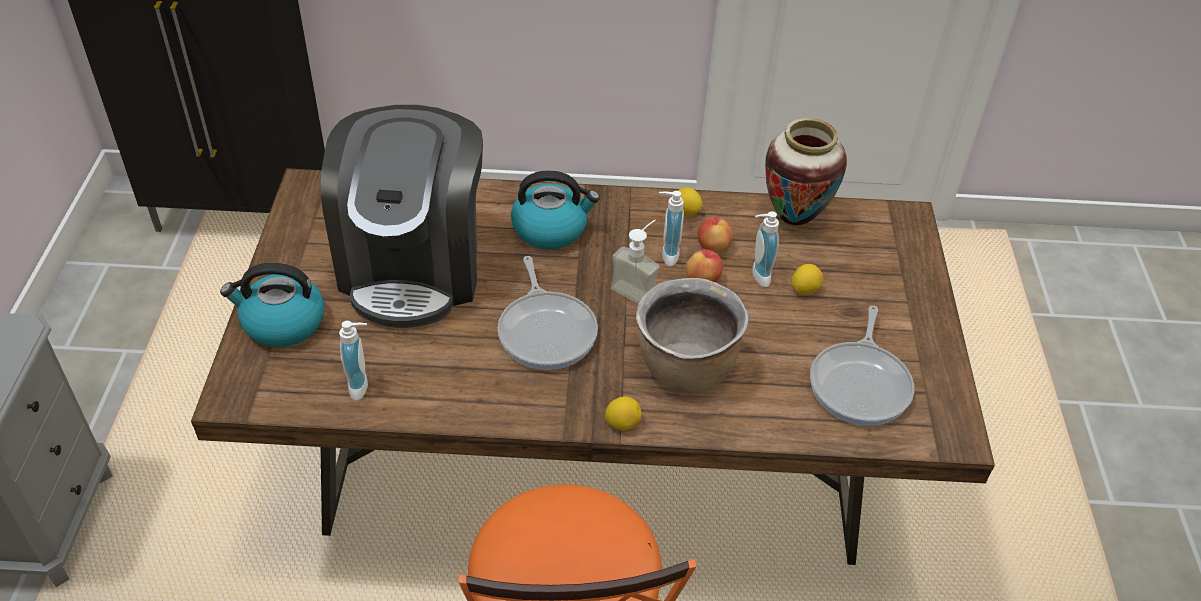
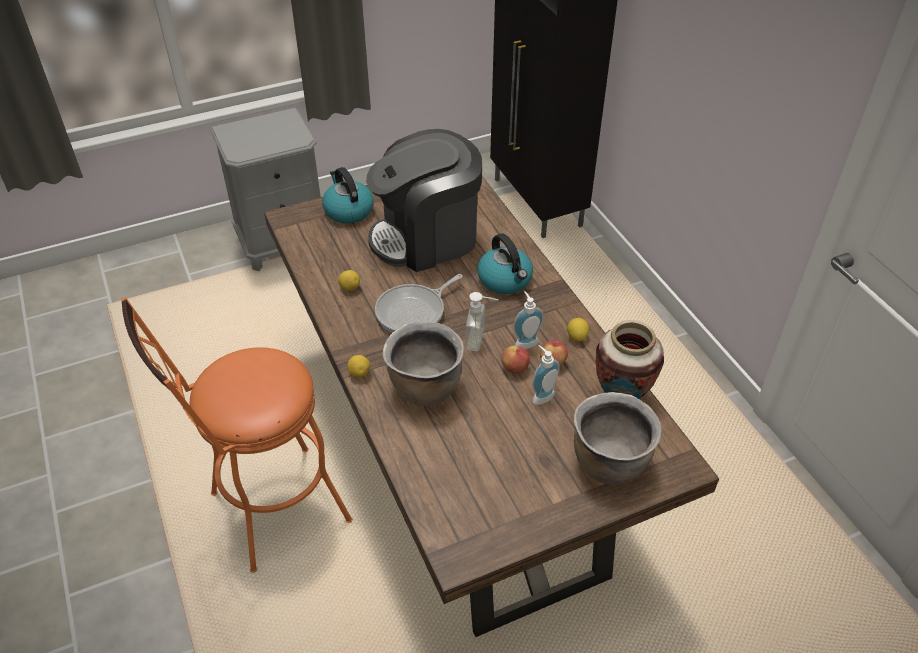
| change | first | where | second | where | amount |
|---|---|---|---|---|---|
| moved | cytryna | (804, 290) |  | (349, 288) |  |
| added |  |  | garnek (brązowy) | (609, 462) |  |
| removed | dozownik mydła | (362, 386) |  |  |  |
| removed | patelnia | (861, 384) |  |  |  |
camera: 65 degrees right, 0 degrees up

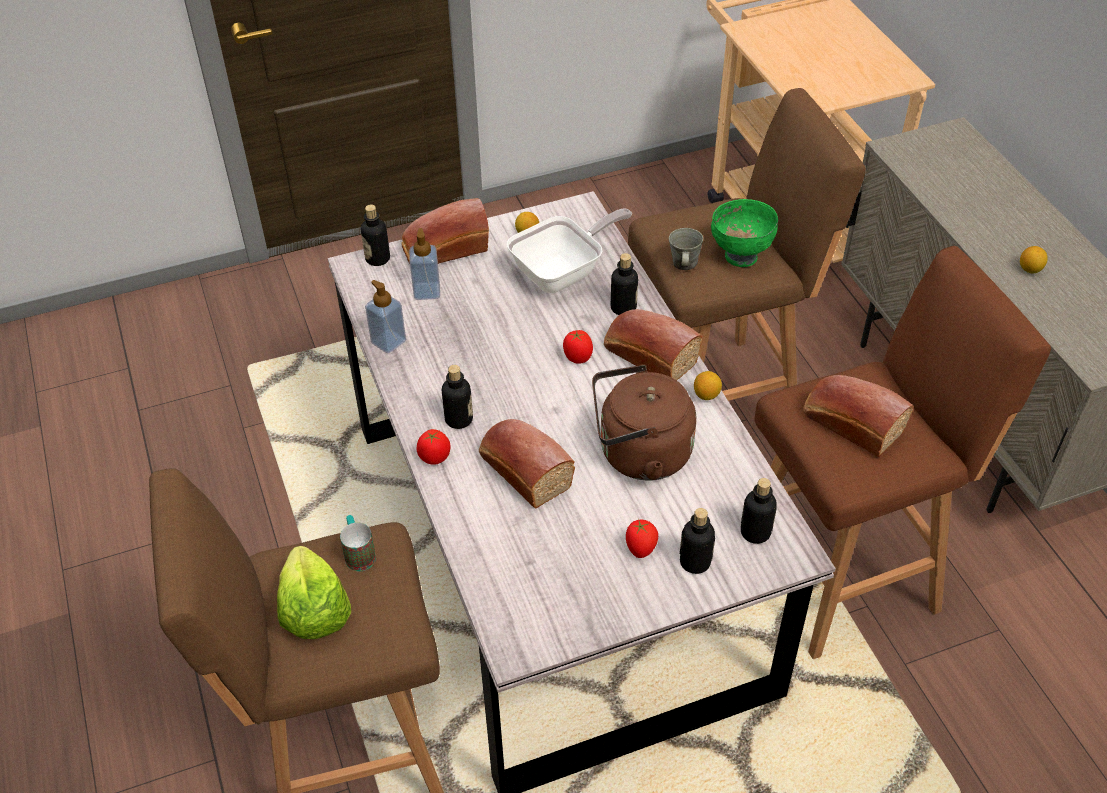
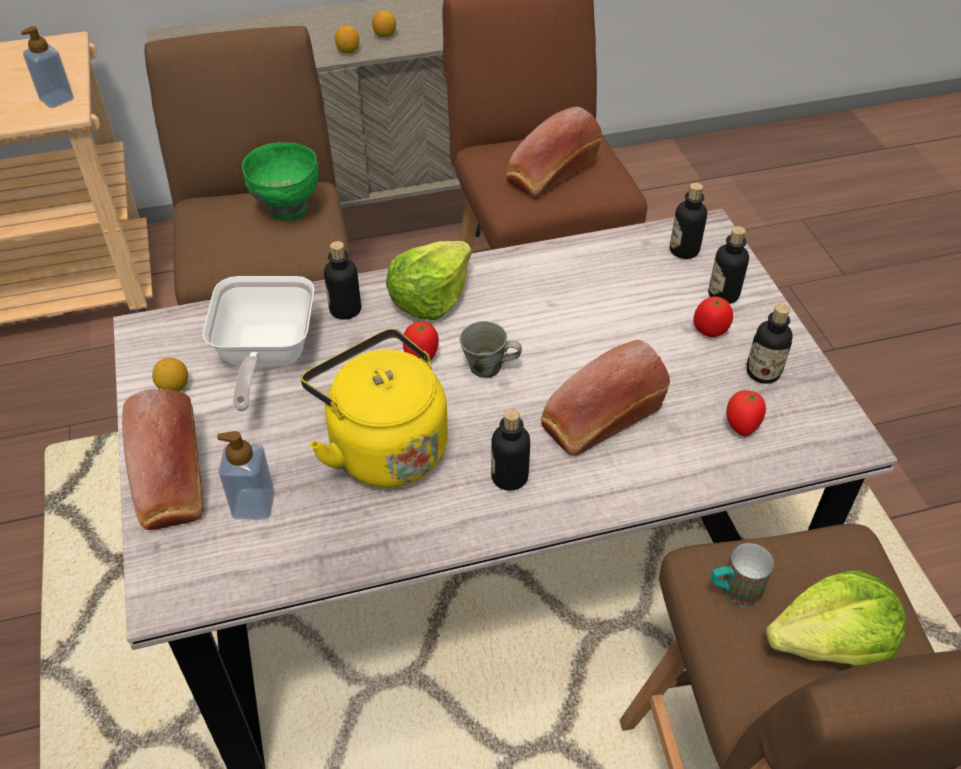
| change | first | where | second | where | amount |
|---|---|---|---|---|---|
| moved | dozownik mydła | (388, 342) |  | (57, 99) |  |
| turned | patelnia | (563, 272) |  | (264, 357) | 150 degrees counterclockwise |
| added |  |  | czajnik (żółty) | (383, 446) |  |
| moved | cytryna | (706, 395) |  | (348, 51) |  |
| replaced | chleb | (647, 355) | sałata | (430, 297) |  |
| moved | kubek (szary) | (684, 264) |  | (487, 367) |  |
| moved | pomidor | (434, 458) |  | (741, 426) |  |
| moved | butelka | (377, 258) |  | (763, 372) |  |
| removed | czajnik (brązowy) | (639, 454) |  |  |  |
camera: 85 degrees left, 0 degrees up

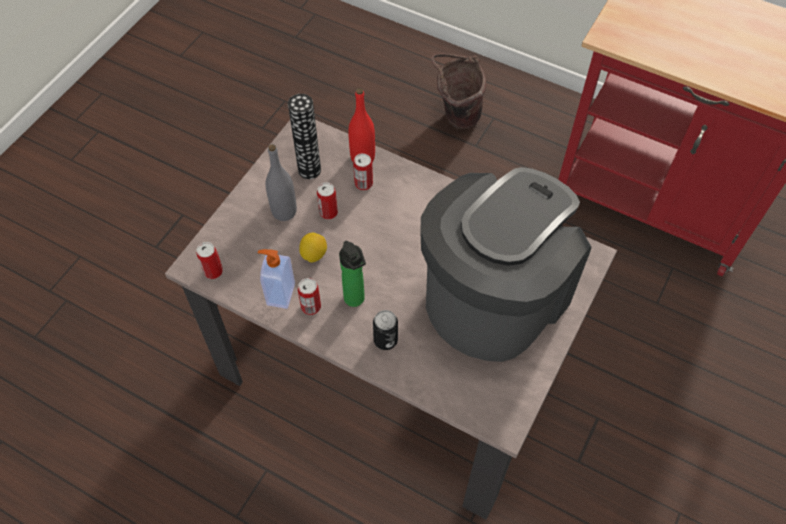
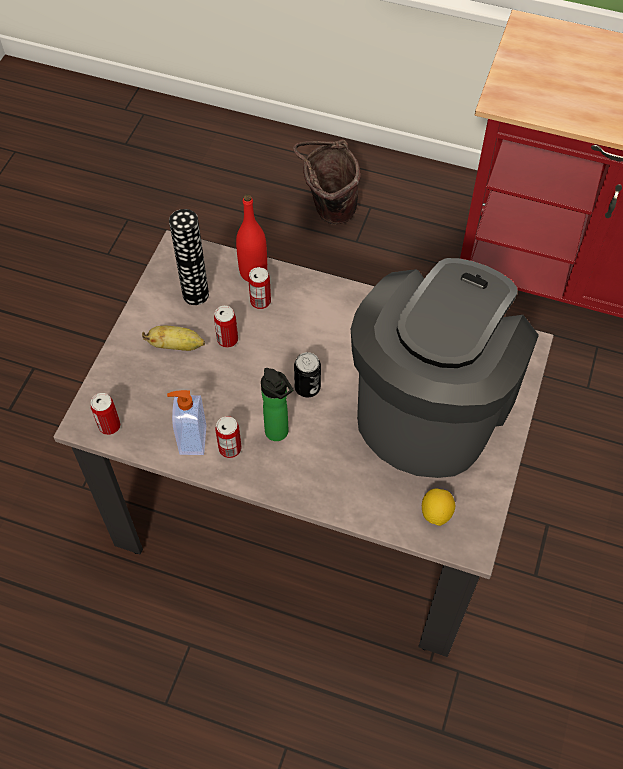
| change | first | where | second | where | amount |
|---|---|---|---|---|---|
| replaced | butelka (szary) | (284, 212) | banan | (177, 346) |  |
| moved | puszka | (385, 340) |  | (307, 388) |  |
| moved | cytryna | (314, 254) |  | (436, 513) |  |
camera: 10 degrees left, 0 degrees up

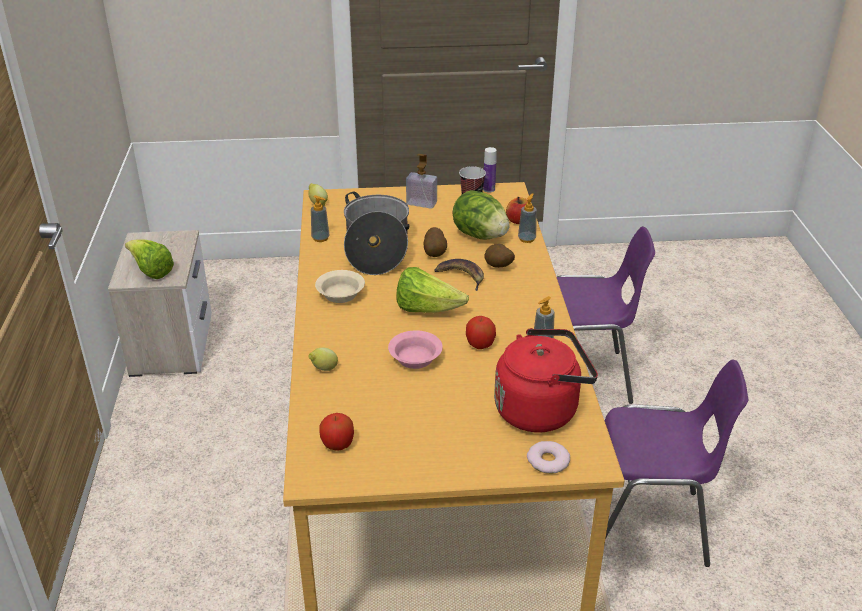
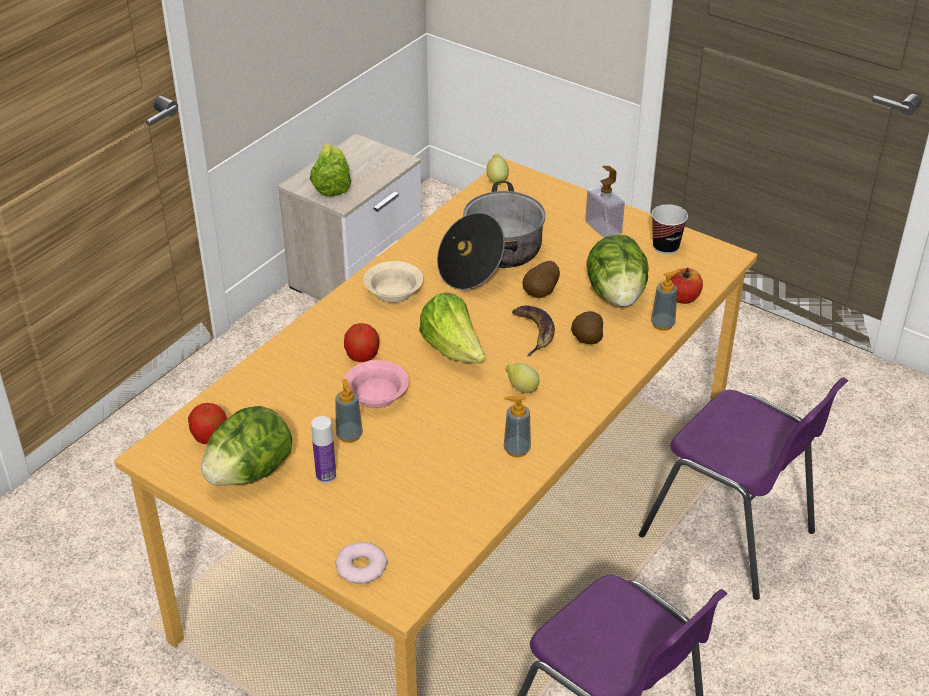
| change | first | where | second | where | amount |
|---|---|---|---|---|---|
| added |  |  | sałata | (250, 472) |  |
| moved | butelka | (489, 189) |  | (326, 475) |  |
| moved | dozownik mydła | (320, 238) |  | (349, 435) |  |
| moved | jabłko | (480, 344) |  | (362, 357) |  |
| moved | cytryna | (323, 369) |  | (521, 389) |  |
| removed | czajnik (czerwony) | (540, 409) |  |  |  |
camera: 40 degrees right, 5 degrees up

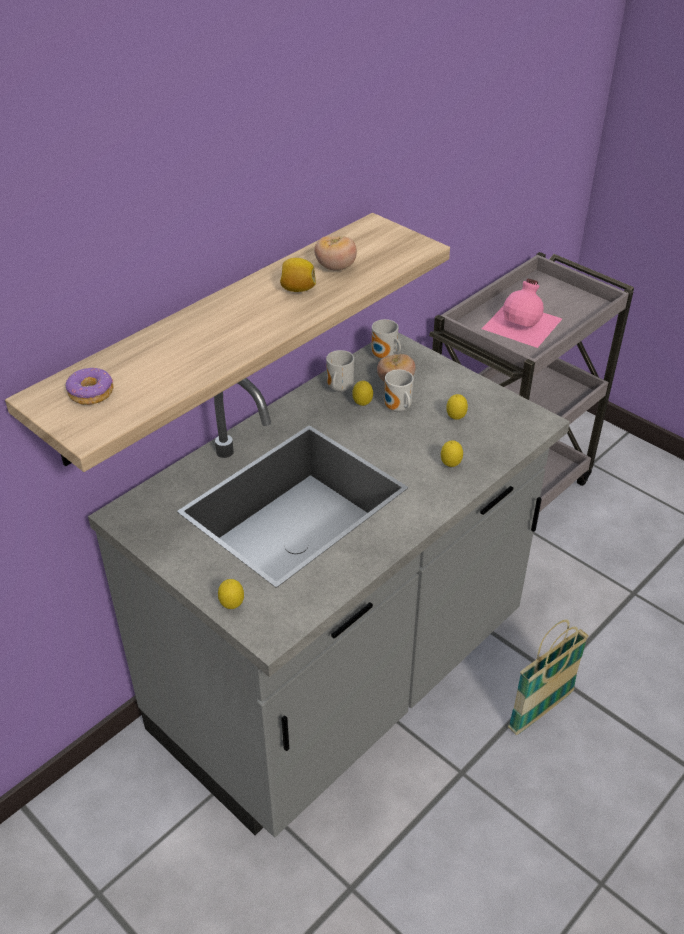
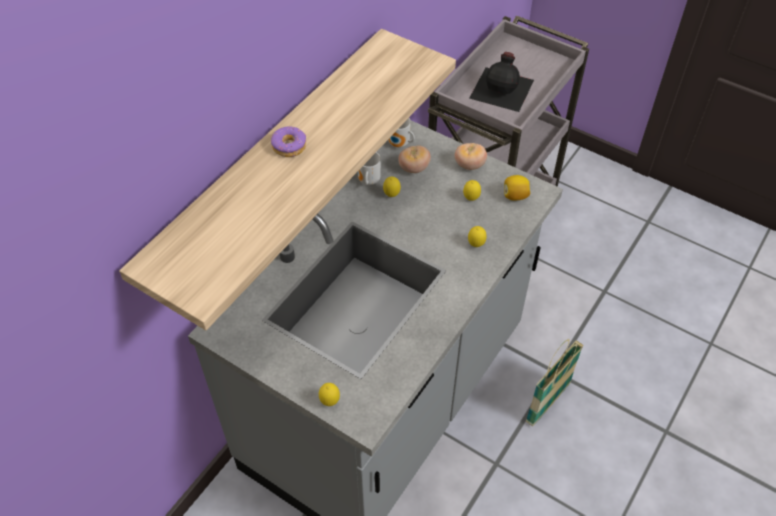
| change | first | where | second | where | amount |
|---|---|---|---|---|---|
| moved | donut | (91, 393) |  | (289, 146) |  |
| moved | pomidor | (335, 267) |  | (469, 165) |  |
| recoloured | butelka (różowy) | (523, 323) | butelka (czarny) | (503, 88) |  |
| moved | cytryna | (297, 289) |  | (515, 196) |  |
| removed | kubek | (397, 409) |  |  |  |
camera: 10 degrees left, 10 degrees up

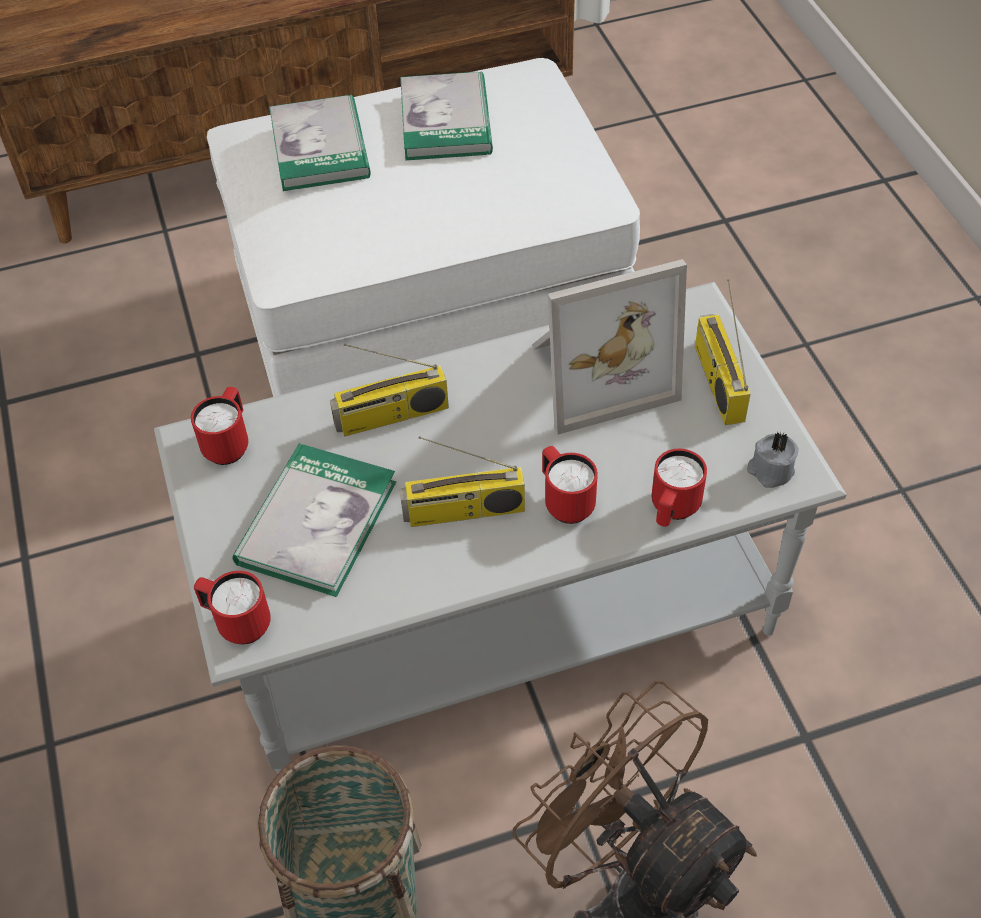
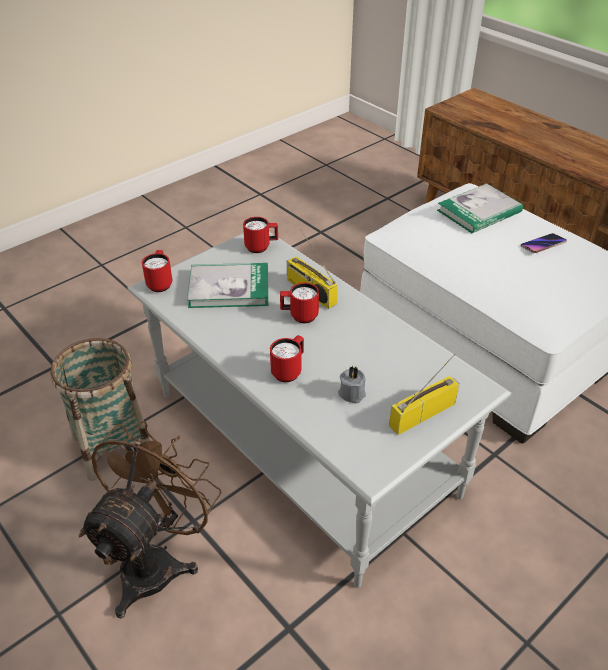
| change | first | where | second | where | amount |
|---|---|---|---|---|---|
| moved | kubek (czerwony) | (672, 510) |  | (299, 316) |  |
| moved | świeca (szary) | (770, 471) |  | (352, 392) |  |
| replaced | książka | (446, 121) | telefon | (543, 245) |  |
| removed | radio | (463, 512) |  |  |  |
| removed | ramka na zdjęcie | (597, 372) |  |  |  |
camera: 65 degrees right, 10 degrees down

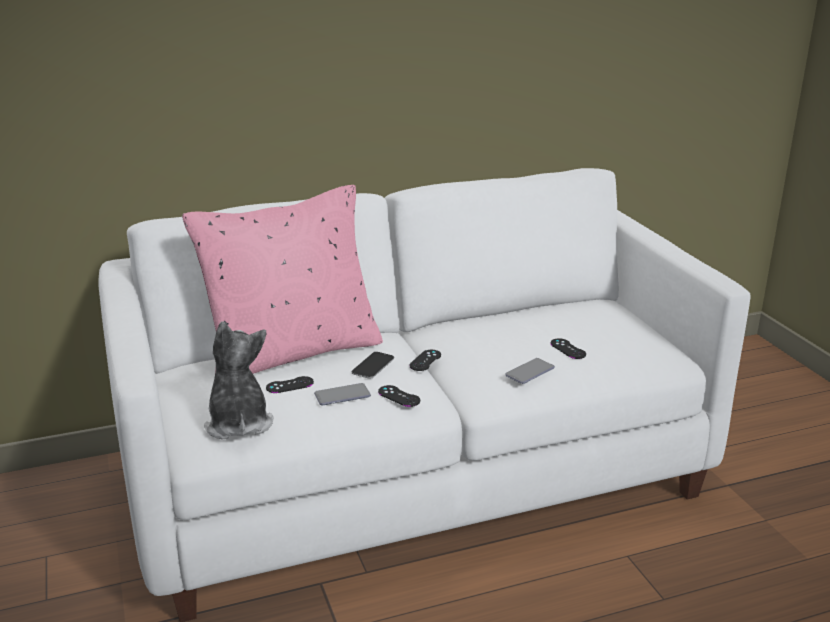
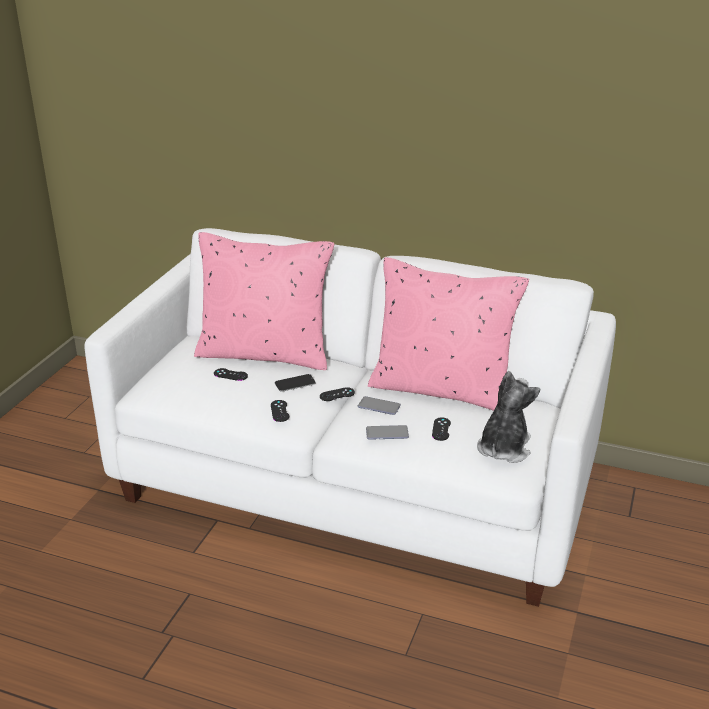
| change | first | where | second | where | amount |
|---|---|---|---|---|---|
| moved | telefon | (342, 395) |  | (379, 406) |  |
| added |  |  | poduszka (różowy) | (442, 389) |  |
| moved | pluszak | (238, 423) |  | (503, 448) |  |
camera: 40 degrees right, 5 degrees up

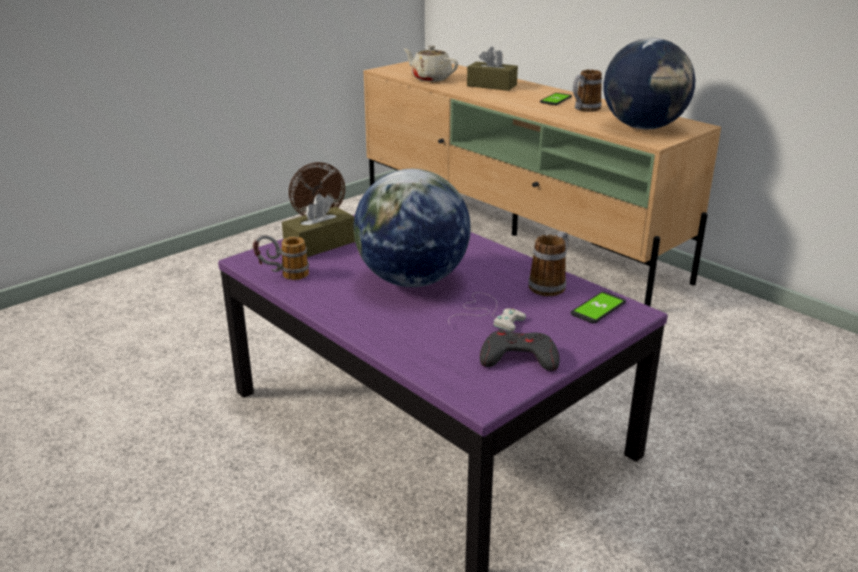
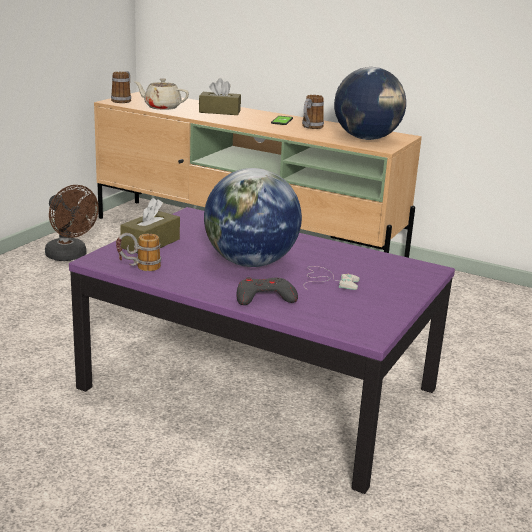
| change | first | where | second | where | amount |
|---|---|---|---|---|---|
| moved | kubek | (550, 285) |  | (123, 100) |  |
| moved | pad do gier (szary) | (518, 358) |  | (264, 297) |  |
| removed | telefon | (598, 308) |  |  |  |
camera: 20 degrees left, 5 degrees down

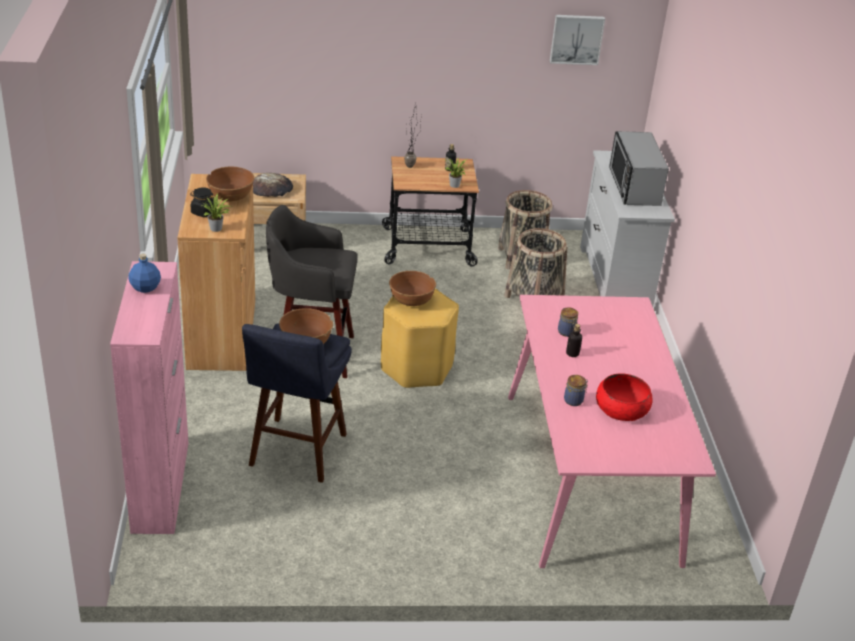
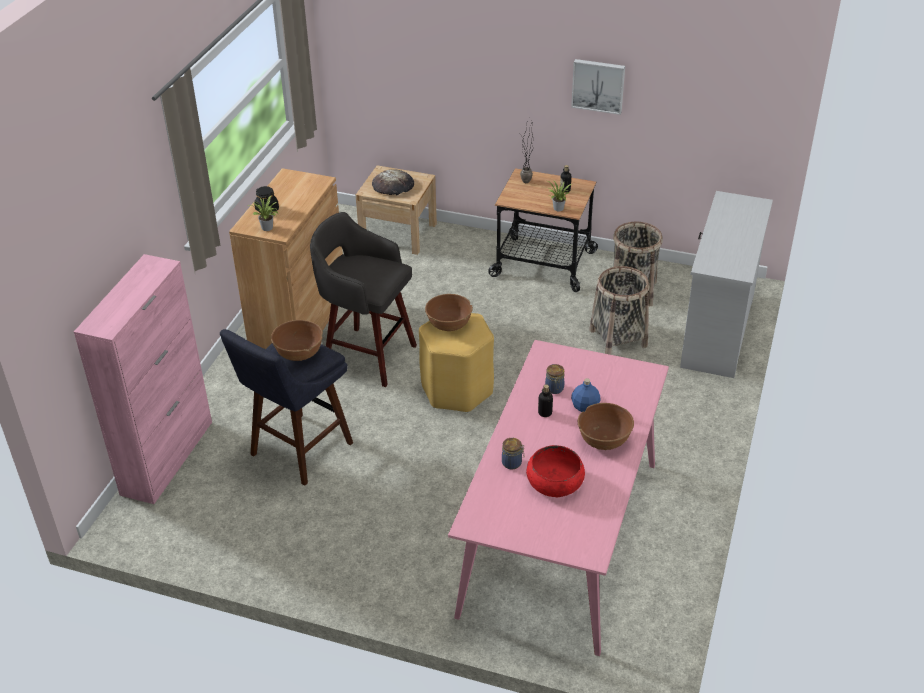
| change | first | where | second | where | amount |
|---|---|---|---|---|---|
| moved | obraz | (576, 39) |  | (598, 85) |  |
| moved | butelka (niebieski) | (146, 287) |  | (585, 406) |  |
| moved | miska (brązowy) | (230, 197) |  | (604, 440) |  |
| removed | mikrofalówka | (634, 187) |  |  |  |
camera: 25 degrees right, 5 degrees up

